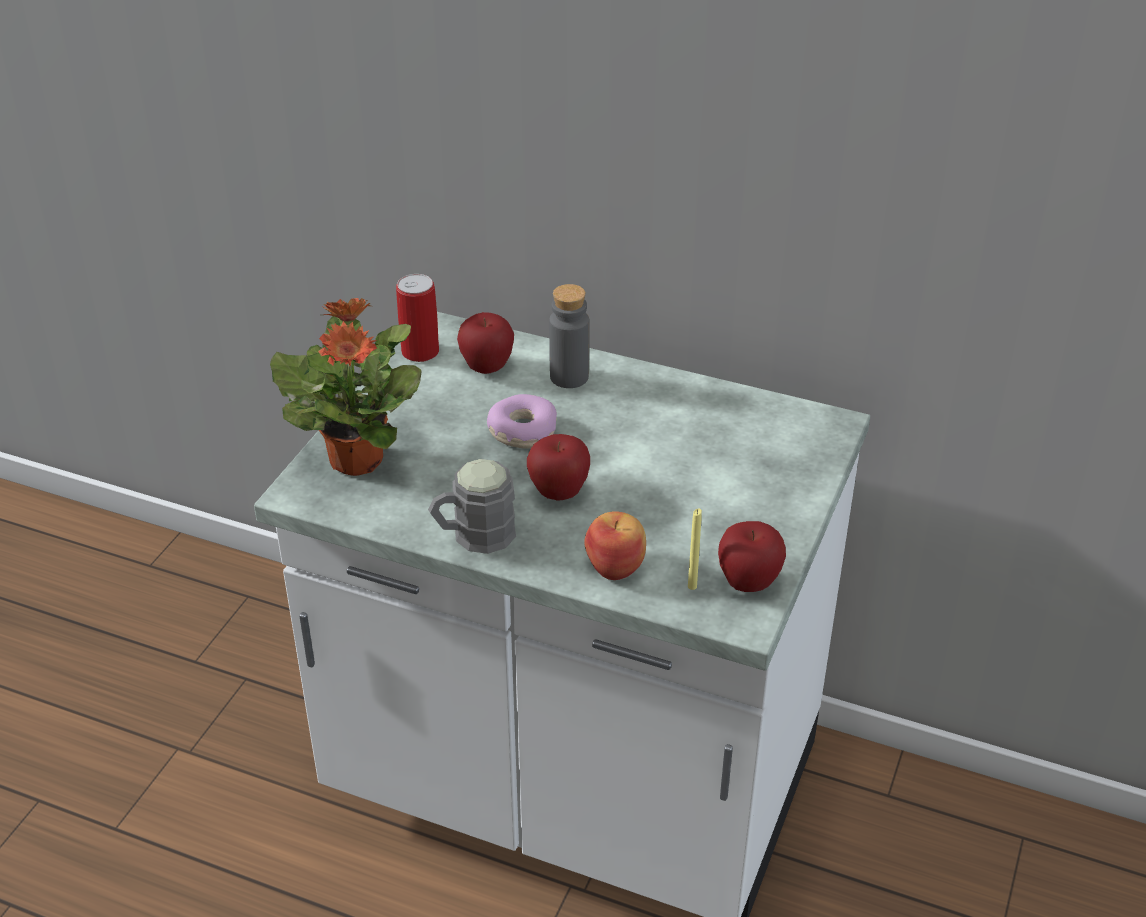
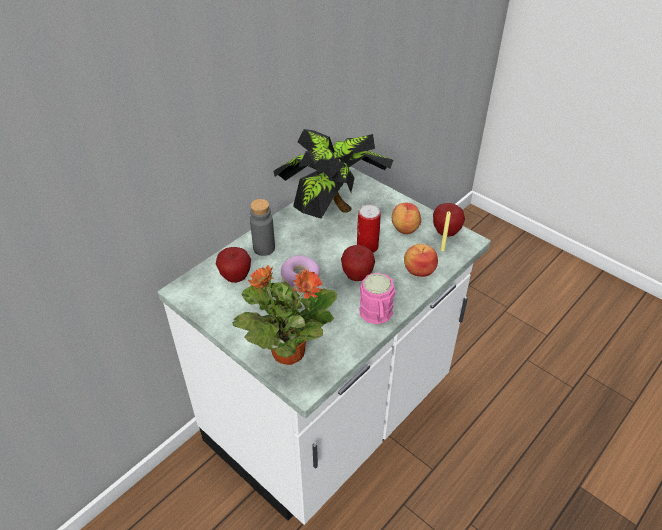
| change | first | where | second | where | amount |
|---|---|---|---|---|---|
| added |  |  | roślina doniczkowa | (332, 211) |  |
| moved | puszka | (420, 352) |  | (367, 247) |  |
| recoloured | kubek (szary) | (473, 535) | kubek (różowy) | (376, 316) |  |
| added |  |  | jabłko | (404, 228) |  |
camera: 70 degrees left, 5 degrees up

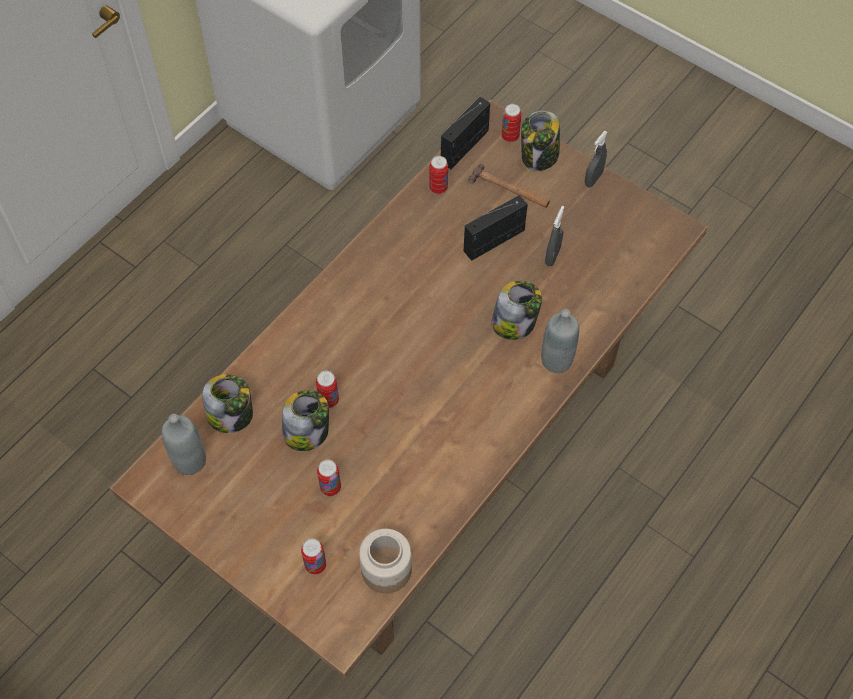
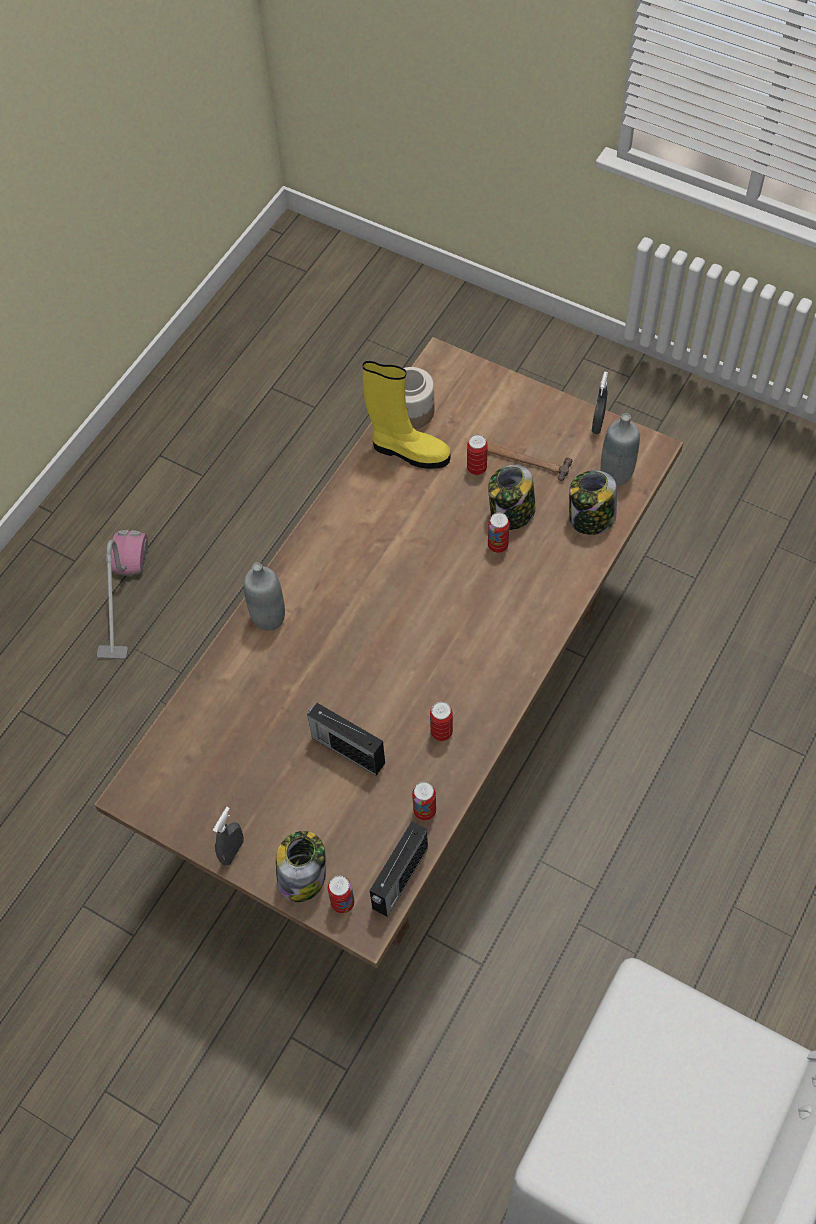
| change | first | where | second | where | amount |
|---|---|---|---|---|---|
| added |  |  | odkurzacz | (123, 598) |  |
| turned | radio | (495, 240) |  | (347, 749) | 75 degrees clockwise |
| added |  |  | but z cholewką (żółty) | (408, 451) |  |
| moved | puszka | (315, 565) |  | (441, 732) |  |
| moved | młotek | (509, 190) |  | (525, 460) |  |
| moved | spryskiwacz (szary) | (552, 256) |  | (597, 424) |  |
| removed | słoik | (514, 323) |  |  |  |
camera: 175 degrees right, 0 degrees up

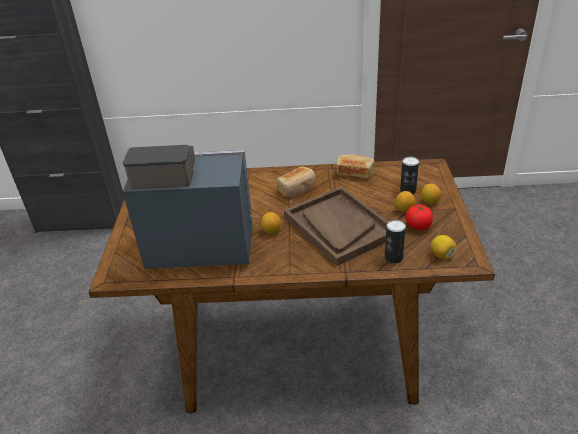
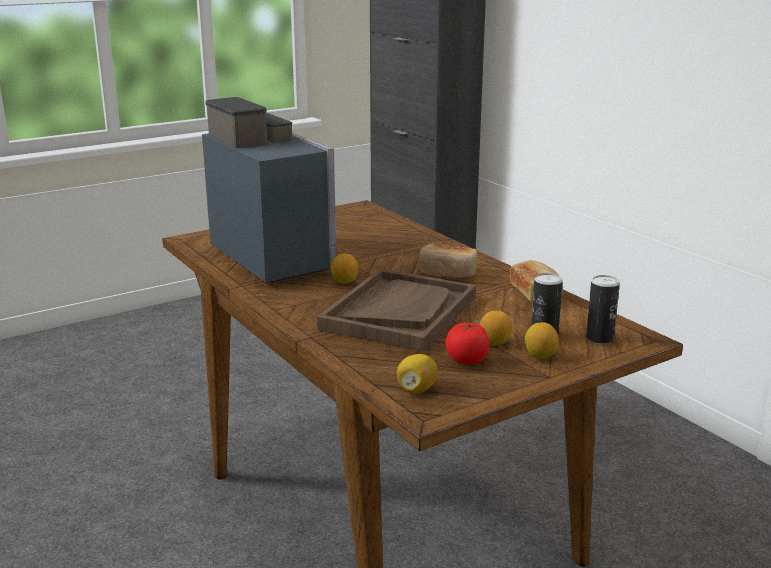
| change | first | where | second | where | amount |
|---|---|---|---|---|---|
| moved | puszka | (393, 258) |  | (599, 338) |  |
camera: 55 degrees right, 15 degrees down

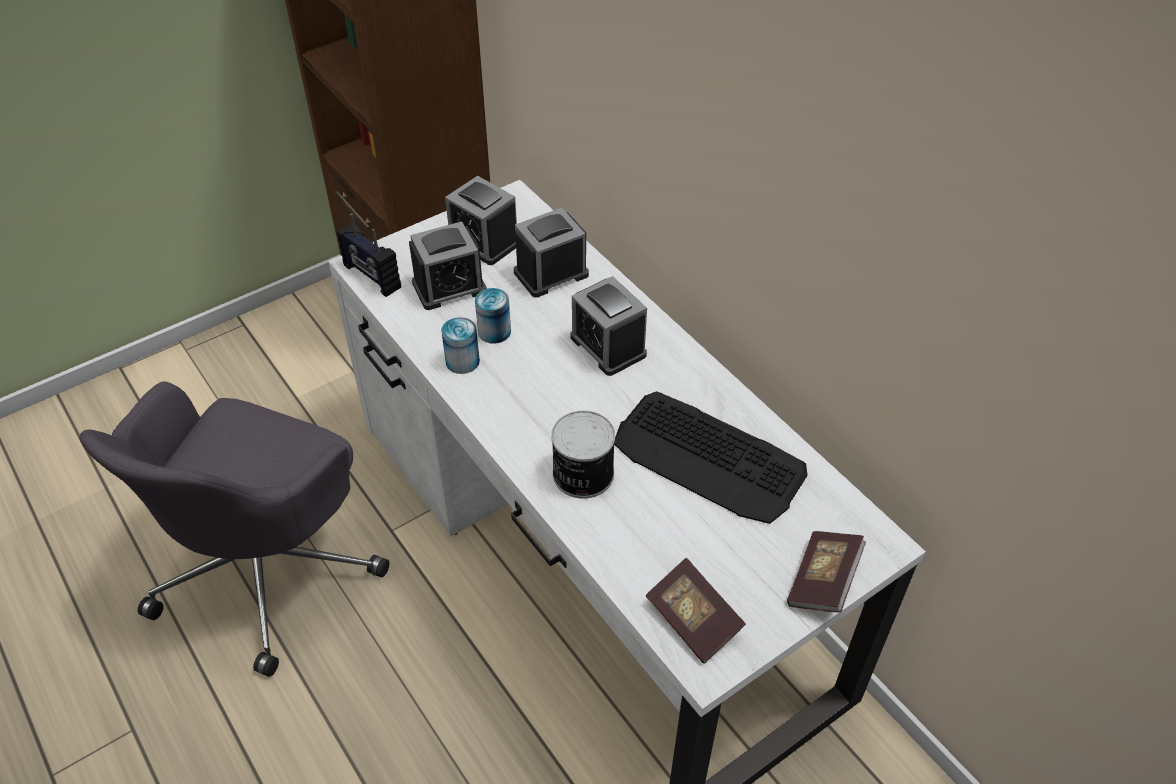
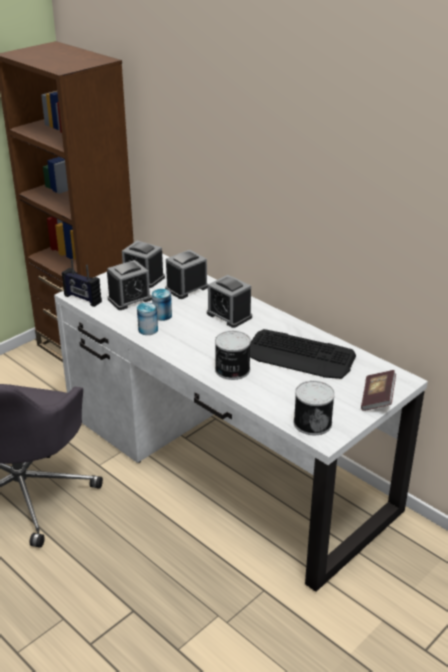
| change | first | where | second | where | amount |
|---|---|---|---|---|---|
| replaced | książka | (693, 620) | puszka | (312, 422) |  |
camera: 10 degrees left, 15 degrees down

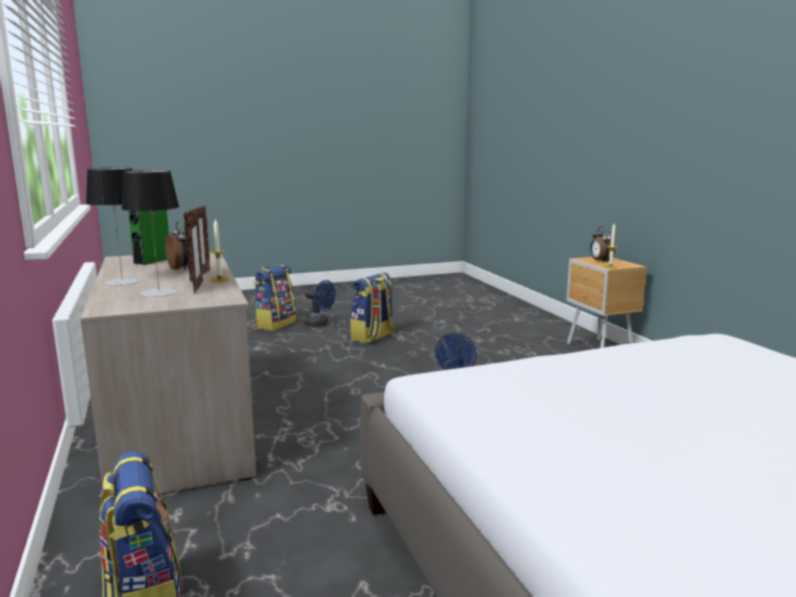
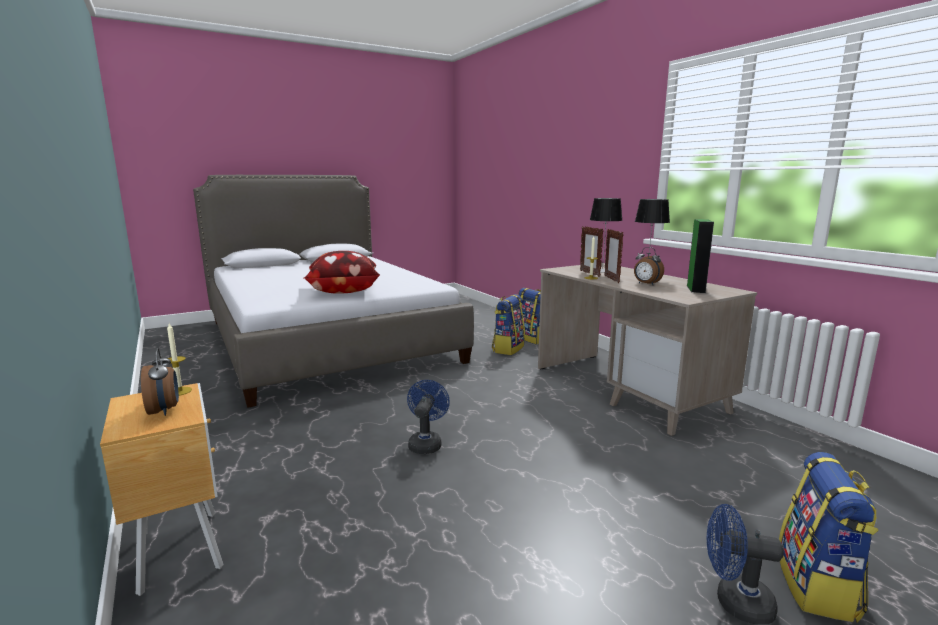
| change | first | where | second | where | amount |
|---|---|---|---|---|---|
| added |  |  | poduszka | (343, 291) |  |
| moved | plecak | (373, 337) |  | (508, 349) |  |
camera: 170 degrees right, 0 degrees up

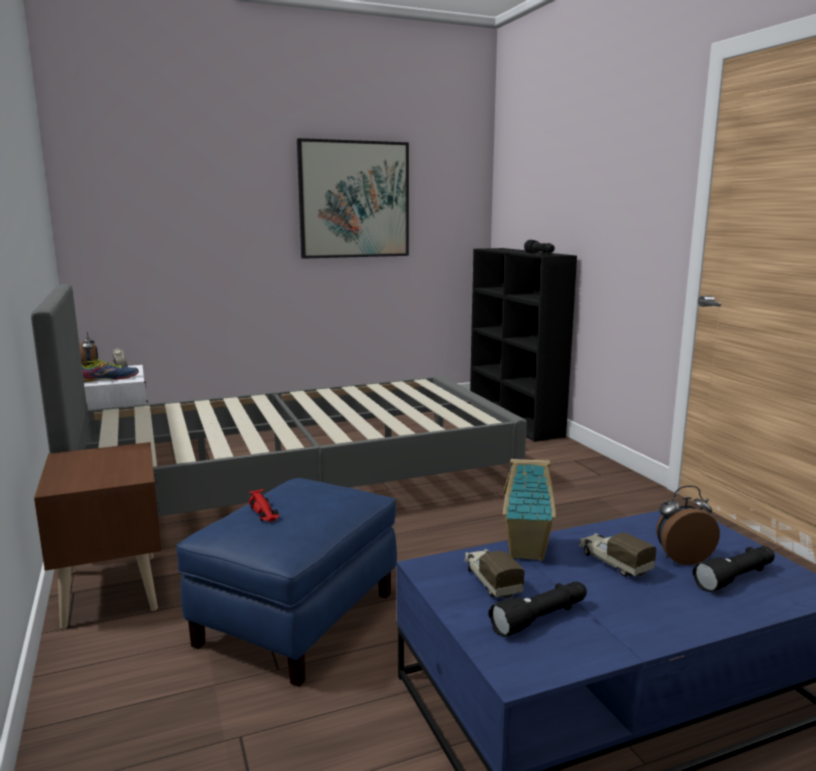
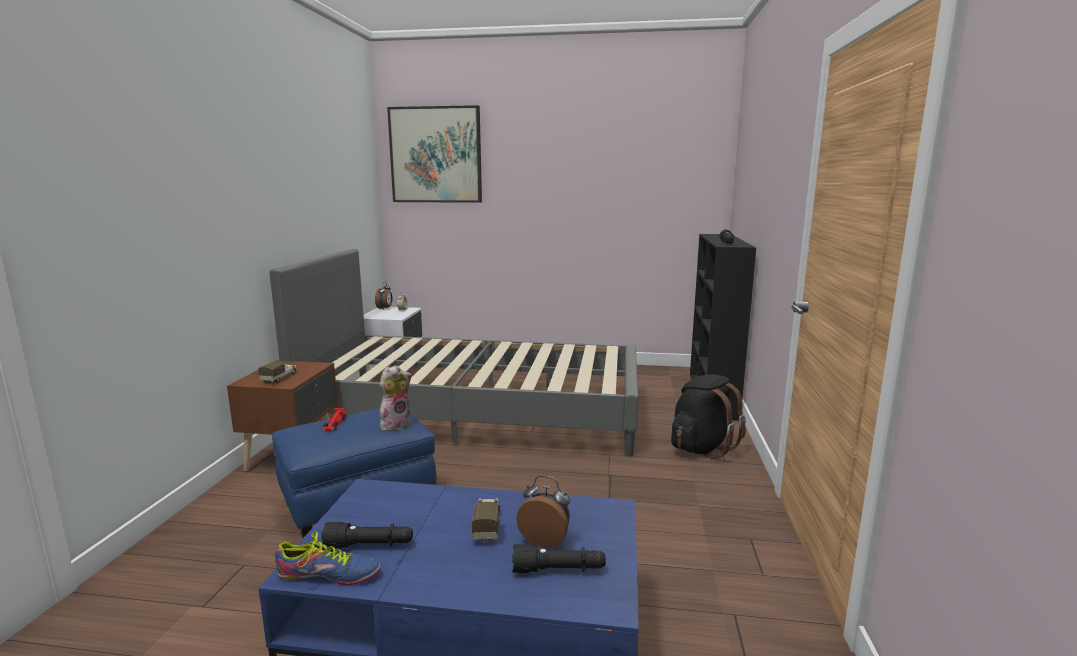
| change | first | where | second | where | amount |
|---|---|---|---|---|---|
| moved | ciężarówka zabawkowa | (491, 581) |  | (280, 378) |  |
| moved | but | (108, 379) |  | (329, 574) |  |
| added |  |  | pluszak | (395, 425) |  |
| moved | obraz | (354, 200) |  | (436, 155) |  |
| added |  |  | plecak (czarny) | (702, 447) |  |
| removed | domek | (527, 552) |  |  |  |
camera: 30 degrees right, 0 degrees up

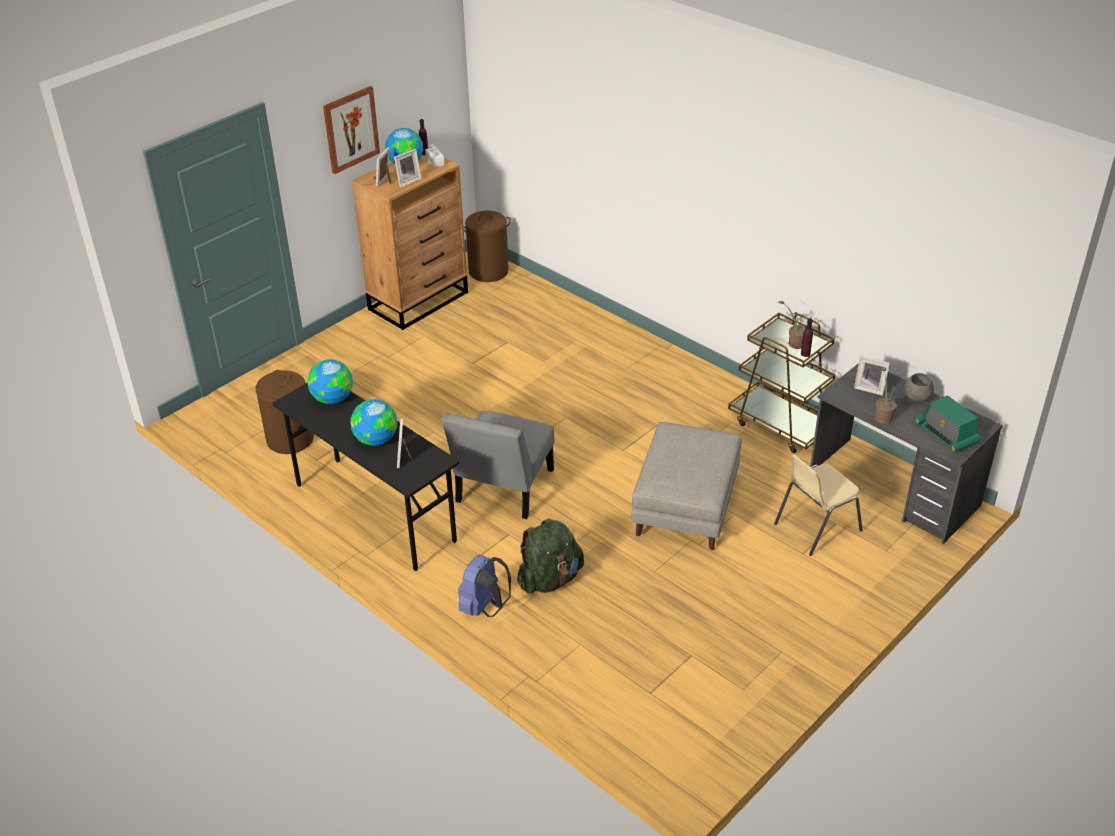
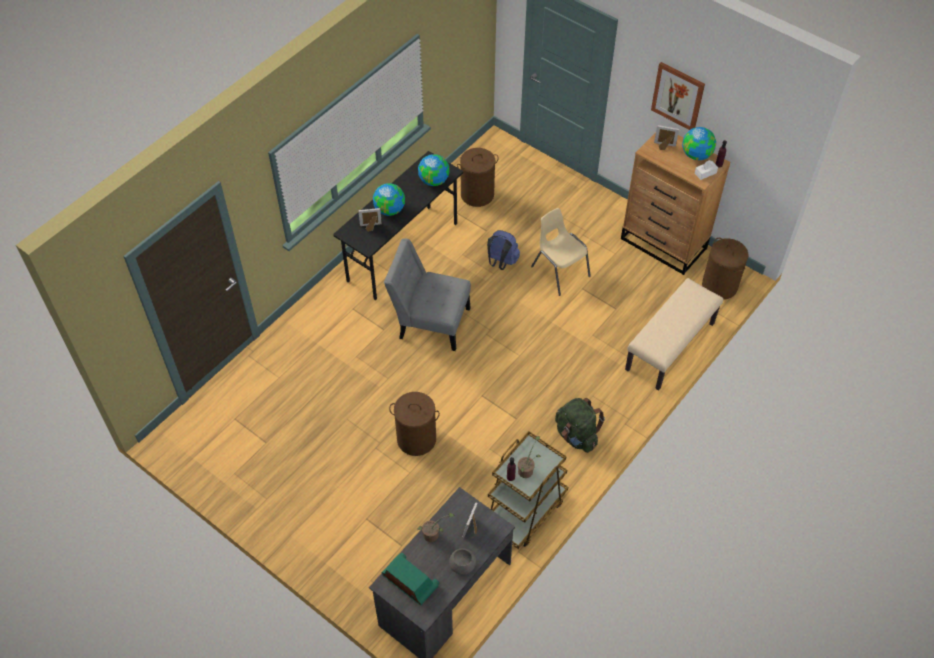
| change | first | where | second | where | amount |
|---|---|---|---|---|---|
| turned | radio | (945, 434) |  | (410, 581) | 75 degrees clockwise |
| replaced | pufa (szary) | (686, 507) | kosz na pranie (brązowy) | (416, 439) |  |
| moved | plecak (niebieski) | (484, 608) |  | (501, 262) |  |
| moved | krzesło (beżowy) | (815, 527) |  | (559, 271) |  |
| moved | plecak (zielony) | (550, 579) |  | (576, 435) |  |
| added |  |  | ławka (beżowy) | (670, 347) |  |
| removed | ramka na zdjęcie | (407, 181) |  |  |  |
camera: 85 degrees right, 15 degrees up

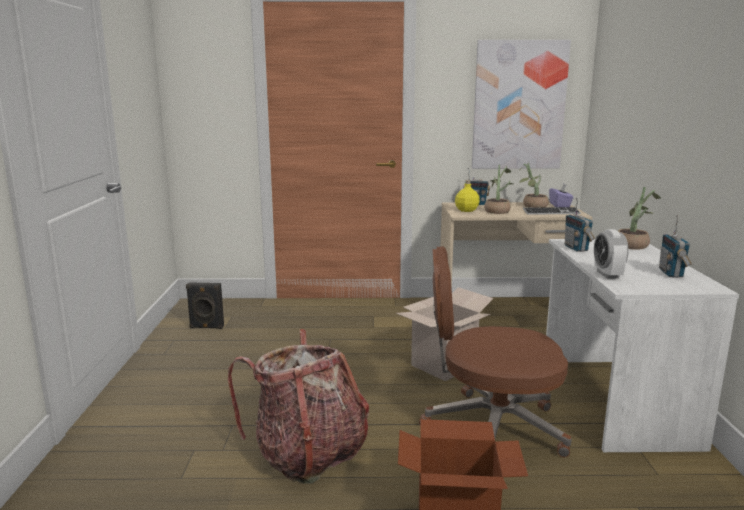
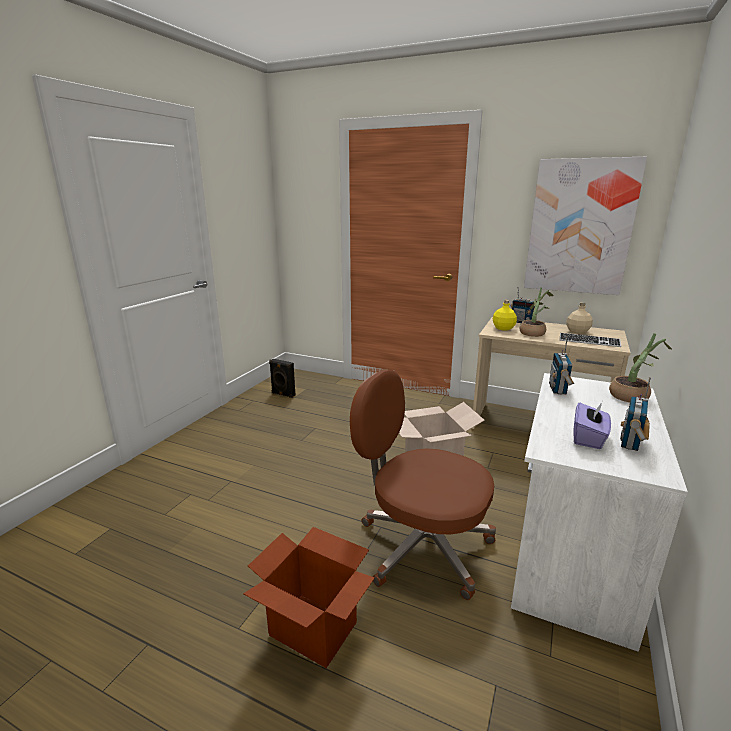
| change | first | where | second | where | amount |
|---|---|---|---|---|---|
| replaced | roślina doniczkowa | (532, 206) | butelka (beżowy) | (577, 331) |  |
| moved | pudełko chusteczek (fioletowy) | (560, 205) |  | (588, 438) |  |
| removed | plecak | (307, 454) |  |  |  |
| removed | budzik | (607, 274) |  |  |  |
camera: 25 degrees right, 5 degrees up

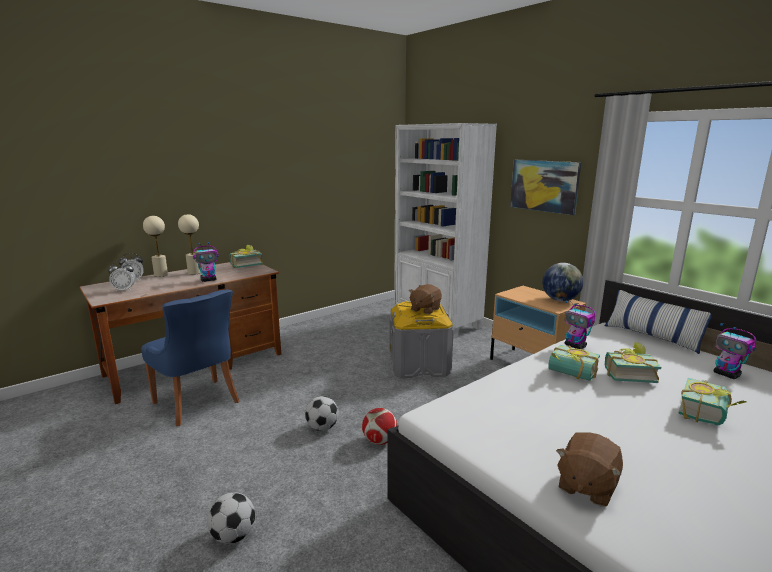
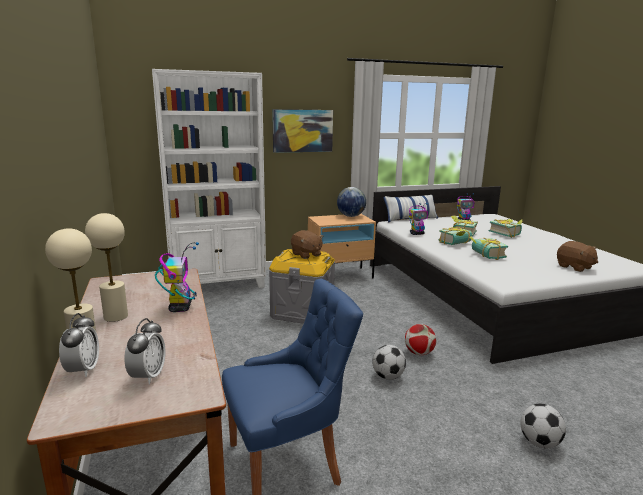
| change | first | where | second | where | amount |
|---|---|---|---|---|---|
| moved | książka | (245, 265) |  | (485, 255) |  |
camera: 70 degrees left, 0 degrees up

